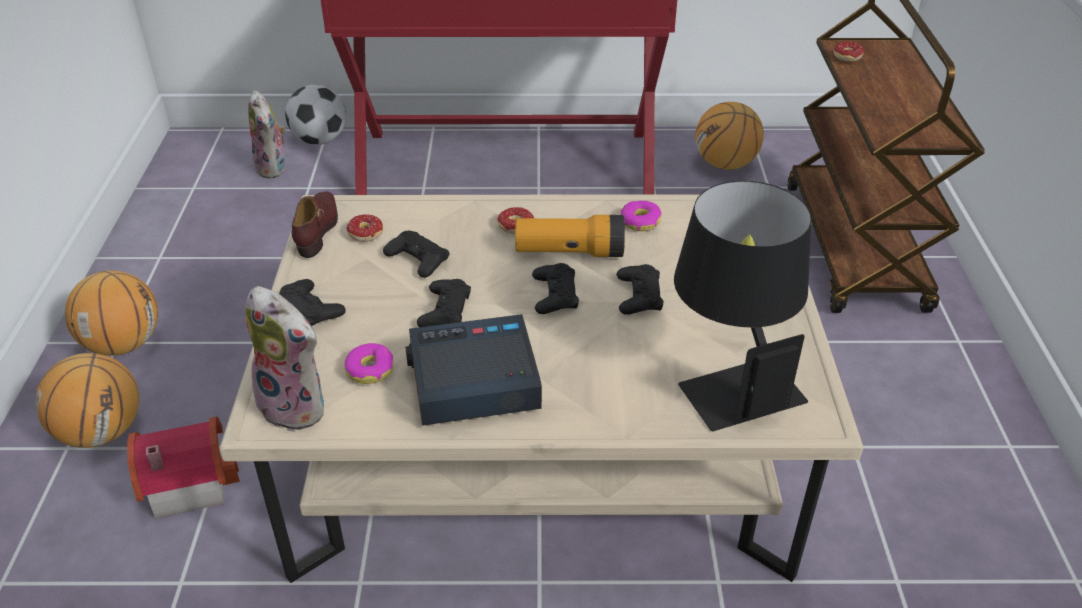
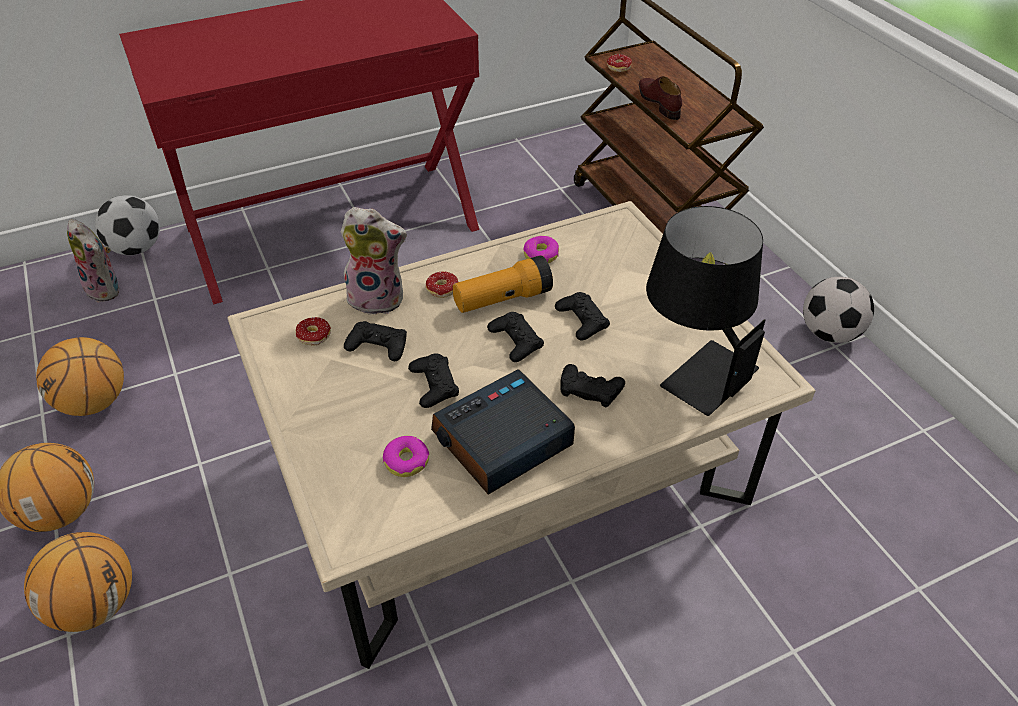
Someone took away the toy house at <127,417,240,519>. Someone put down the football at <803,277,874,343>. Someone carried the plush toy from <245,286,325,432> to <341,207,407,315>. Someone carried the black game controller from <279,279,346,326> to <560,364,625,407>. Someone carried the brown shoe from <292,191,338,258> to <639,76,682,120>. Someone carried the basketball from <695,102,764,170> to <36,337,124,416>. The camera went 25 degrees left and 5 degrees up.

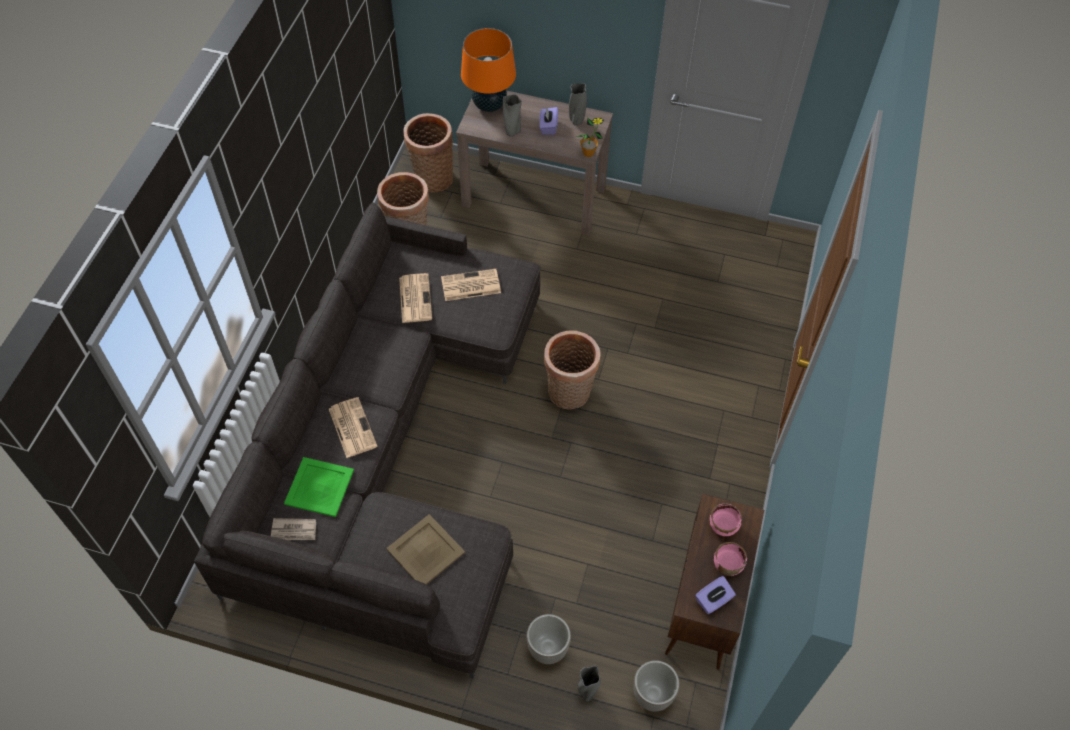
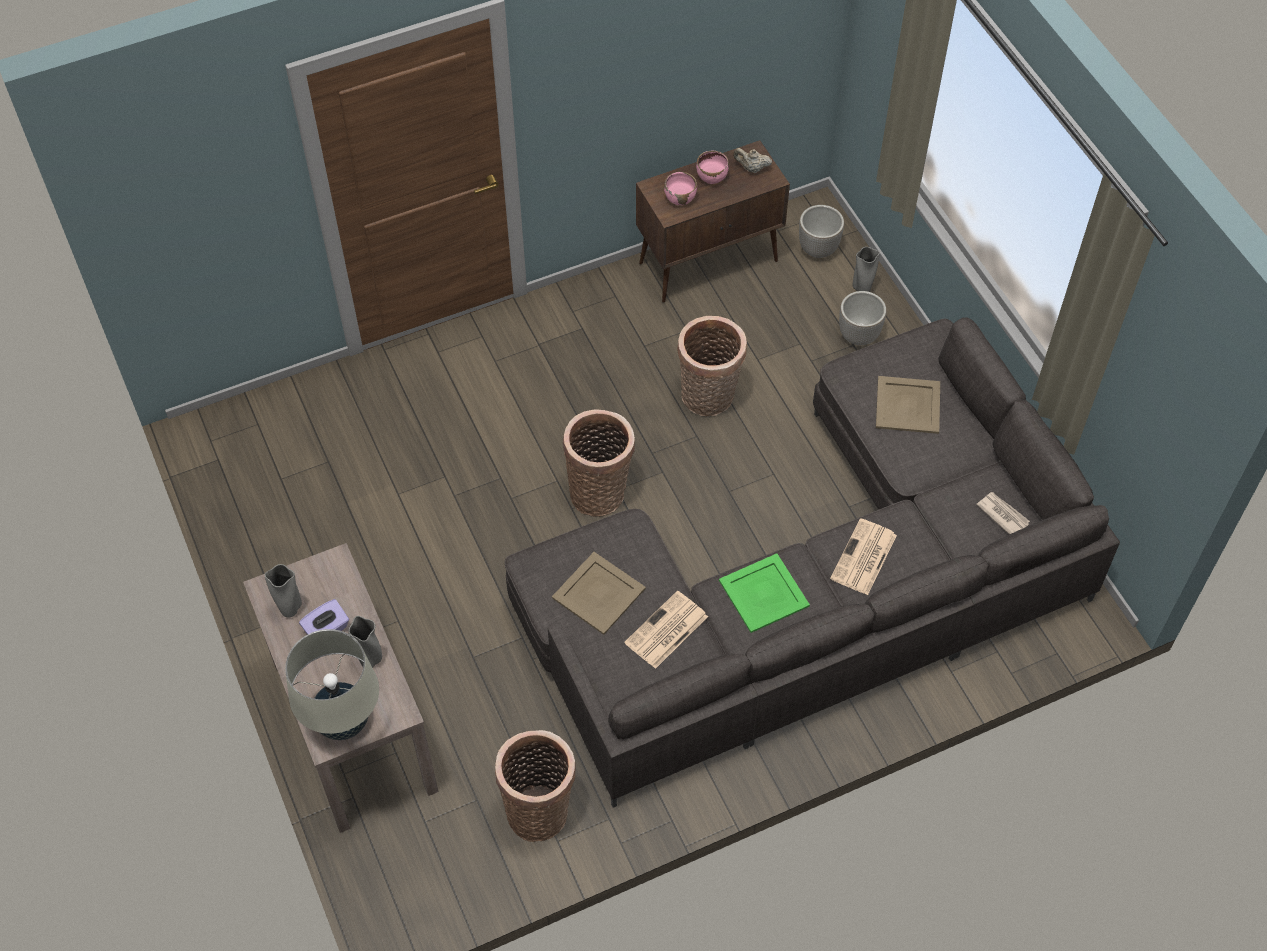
Someone took away the potted plant at <576,118,604,157>. Someone carried the green tray from <284,457,354,517> to <719,553,810,633>. Someone carried the basket from <403,113,453,192> to <677,316,747,416>. Someone swapped the newspaper at <441,269,501,301> for the beige tray at <552,552,646,635>. Someone swapped the purple tissue box at <695,576,736,614> for the beige teapot at <733,148,772,173>. Someone repainted the orange table lamp at <461,28,516,112>, which became the beige table lamp at <285,629,379,740>. The camera went 130 degrees left and 0 degrees up.

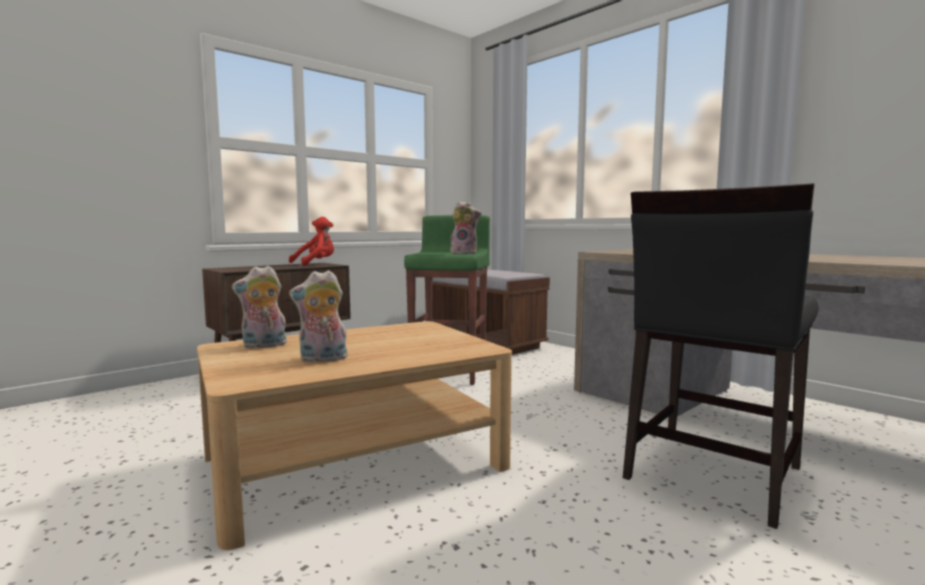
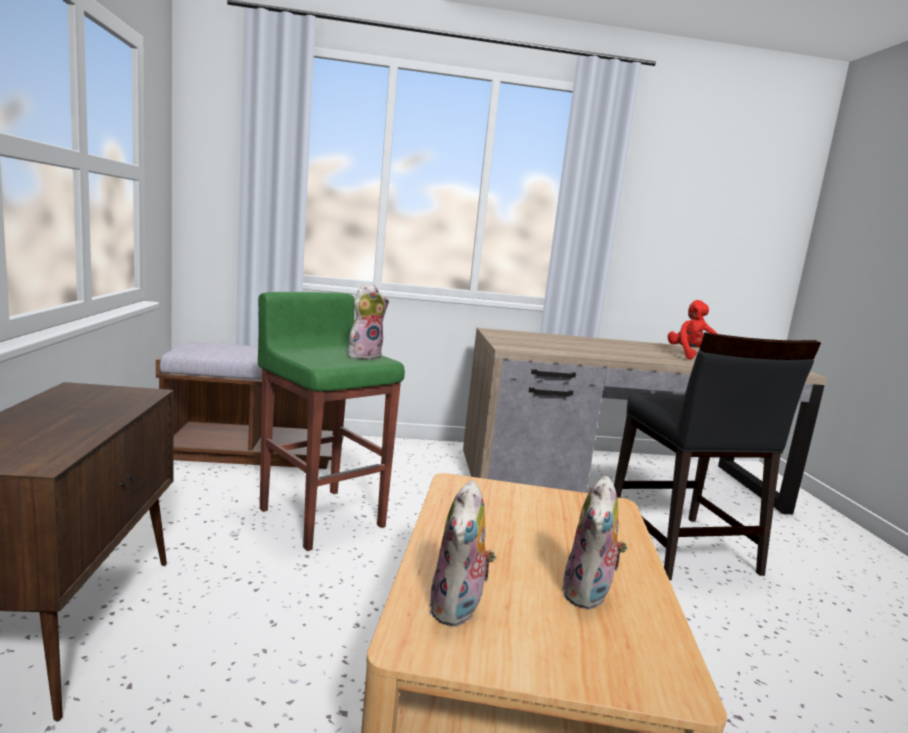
Someone carried the red plush toy from <289,217,334,266> to <668,300,717,360>. The camera went 55 degrees left and 5 degrees up.

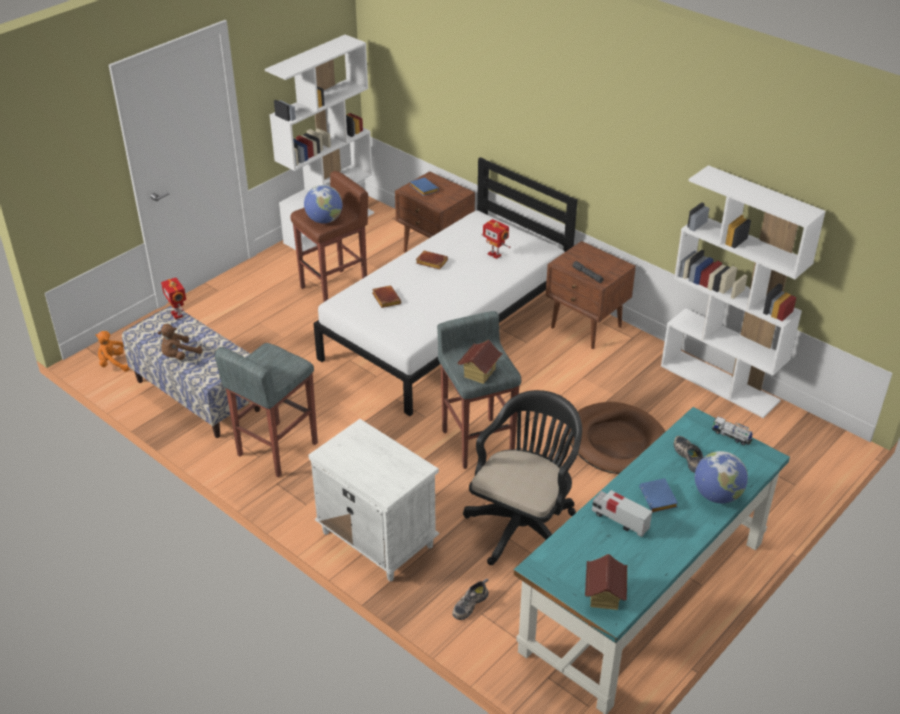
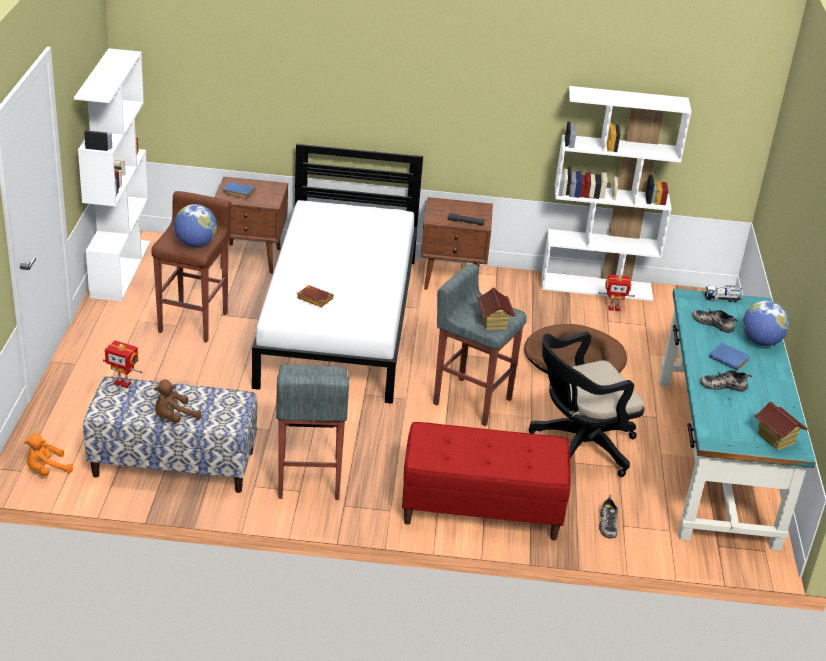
Someone took away the brown book at <416,251,448,269>. Someone carried the toy robot from <481,219,510,259> to <598,275,635,311>. Someone swapped the white nightstand at <308,419,440,581> for the red bench at <402,422,571,540>. Someone swapped the toy truck at <592,490,652,537> for the shoe at <701,370,752,392>. Someone rotated the brown plush toy at <158,324,202,360> by 45 degrees clockwise. Someone rotated the black office chair at <463,390,582,565> by 105 degrees counterclockwise. The camera went 40 degrees left and 5 degrees down.

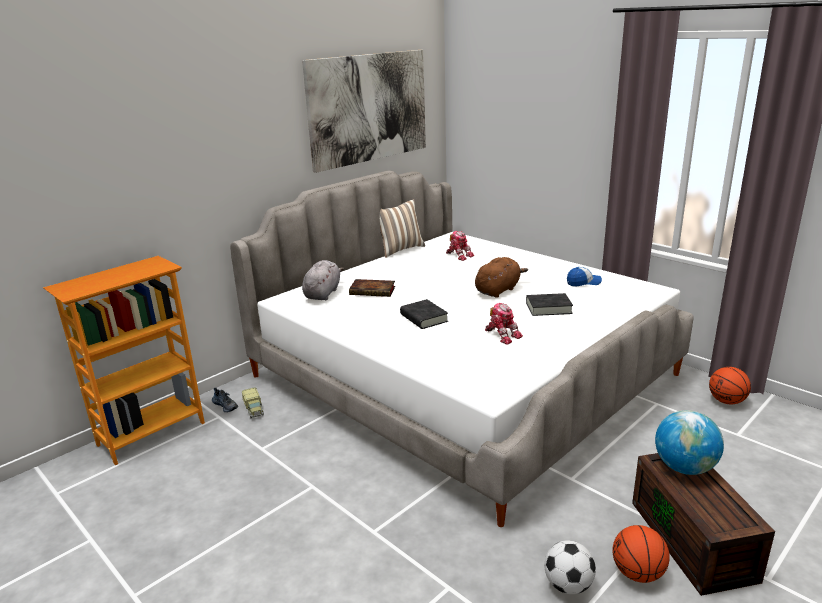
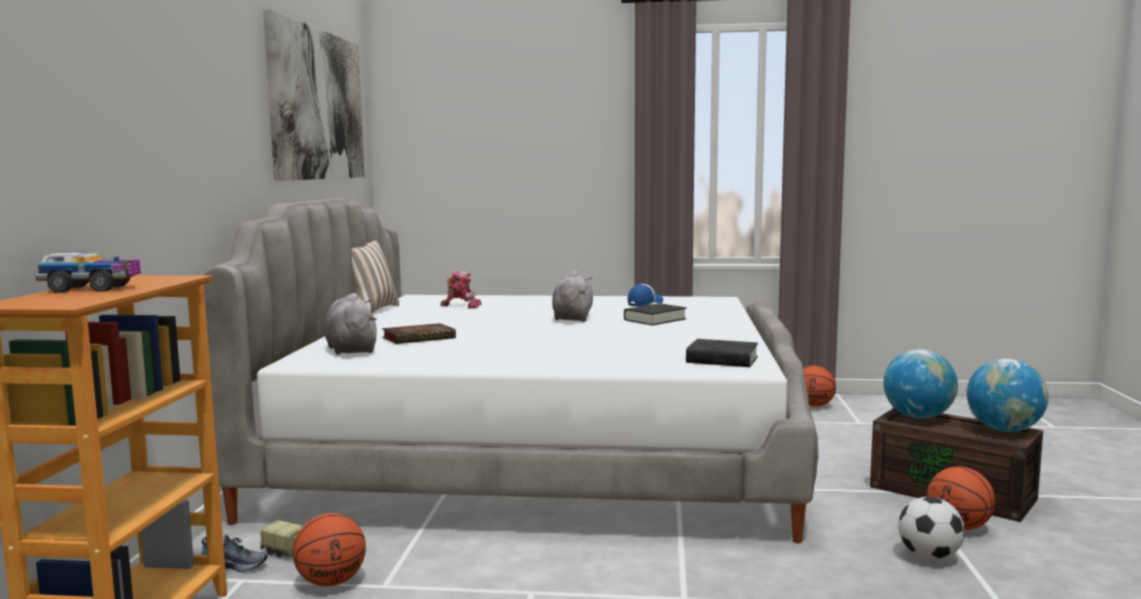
Someone took away the toy robot at <485,303,523,345>. Someone put down the toy truck at <35,253,141,292>. Someone put down the basketball at <293,513,366,587>. Someone put down the globe at <967,359,1049,432>. Someone carried the black book from <400,299,448,329> to <686,339,758,367>. Someone repainted the brown plush toy at <475,257,528,298>, which became the grey plush toy at <552,271,593,322>. The camera went 40 degrees left and 15 degrees down.

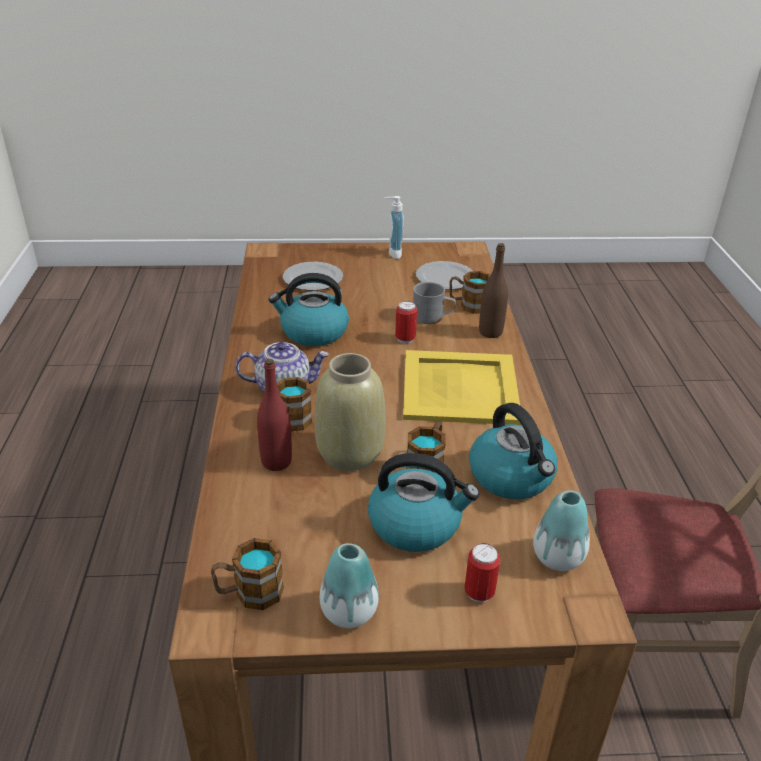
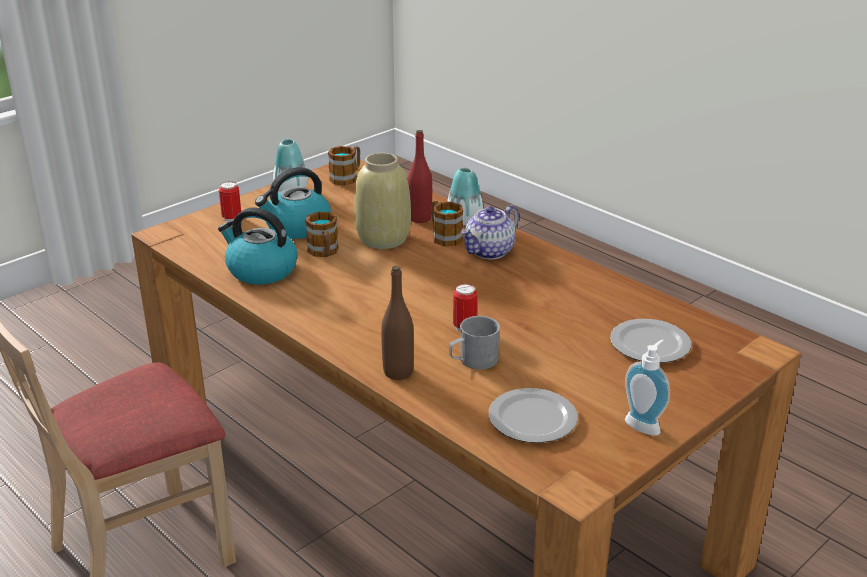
Someone took away the kettle at <269,273,349,346>. Someone took away the yellow tray at <403,350,522,425>. Someone took away the mug at <449,271,490,314>. Someone carried the vase from <533,490,590,571> to <447,168,483,225>. The camera went 140 degrees right and 5 degrees down.

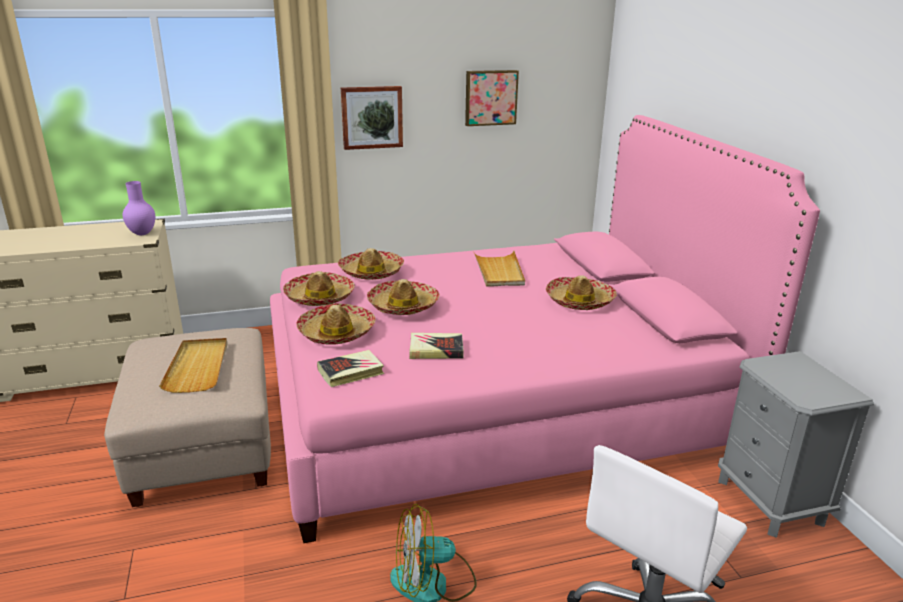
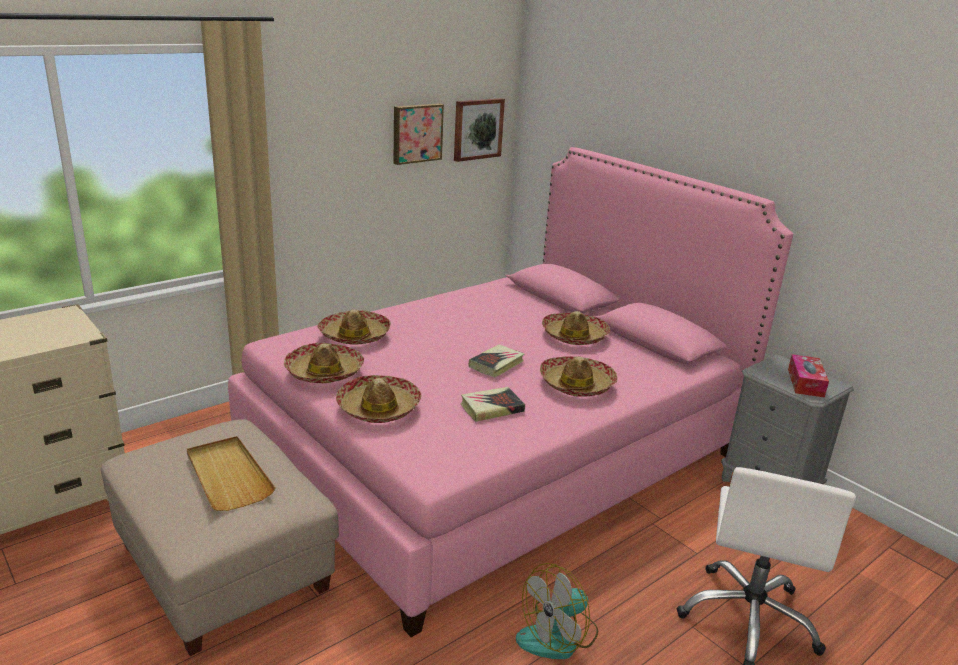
Someone took away the purple vase at <122,181,155,235>. Someone took away the beige tray at <474,251,525,287>. Someone put down the tissue box at <788,354,829,398>. Someone carried the book from <317,350,384,387> to <469,344,524,377>. Someone carried the picture from <341,86,403,150> to <454,98,505,162>. Someone carried the hat from <367,279,440,315> to <540,356,618,397>. The camera went 25 degrees left and 0 degrees up.

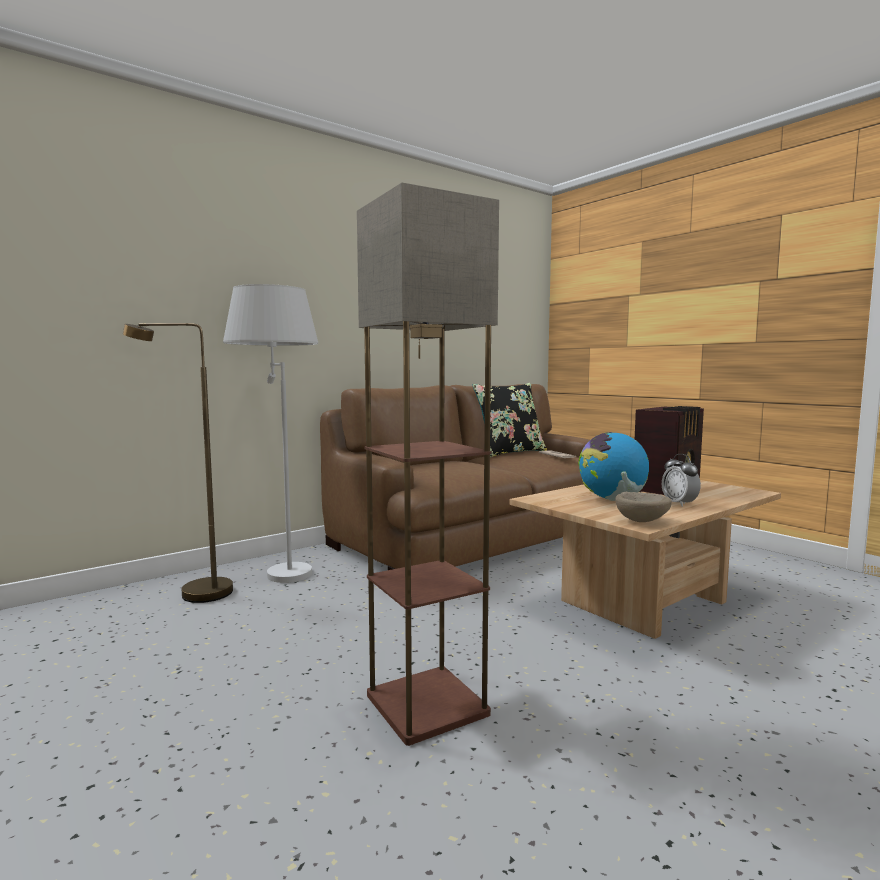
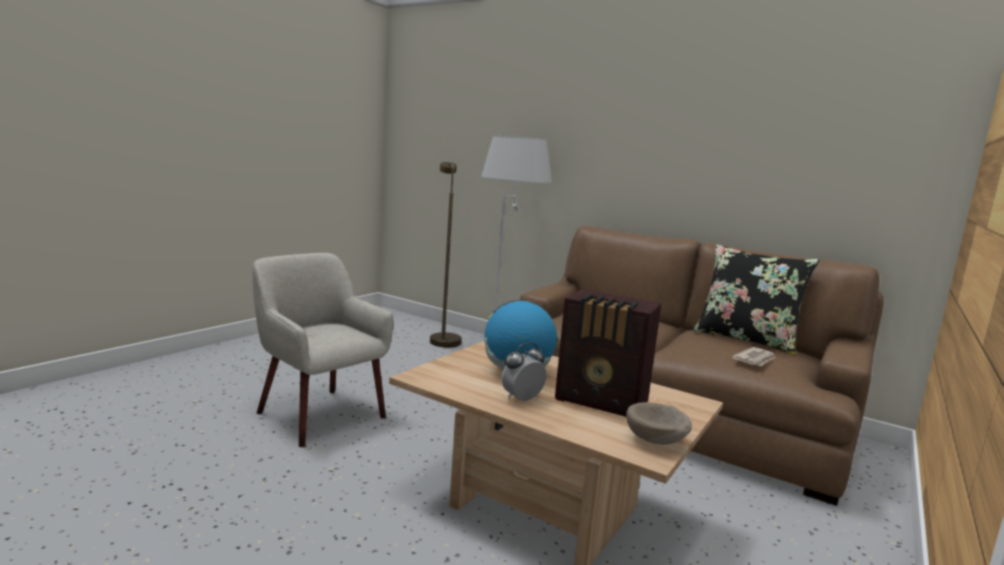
Someone carried the beige bowl from <615,492,672,522> to <626,402,692,445>. Someone swapped the floor lamp at <357,183,499,746> for the beige armchair at <253,253,394,447>. The camera went 70 degrees right and 5 degrees up.

